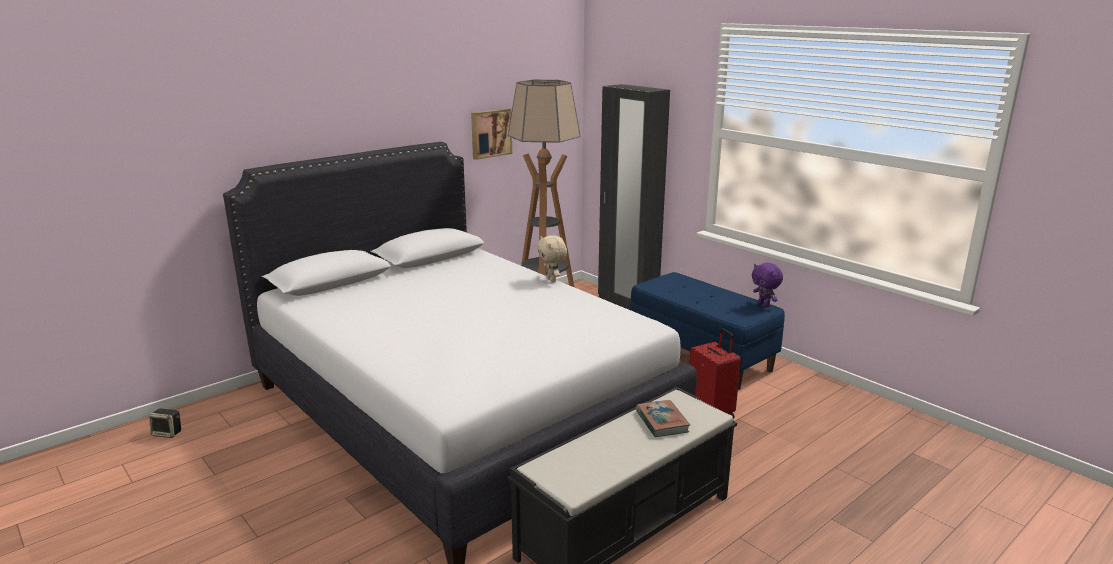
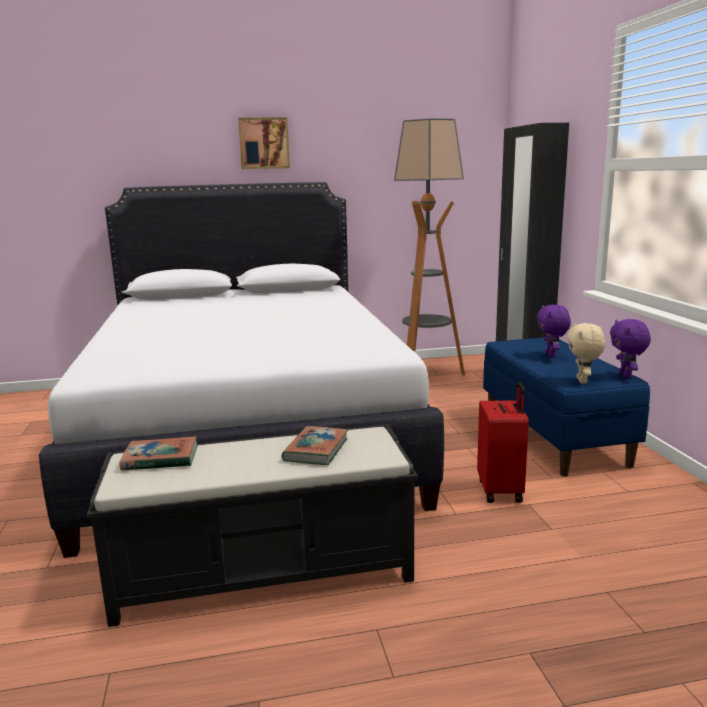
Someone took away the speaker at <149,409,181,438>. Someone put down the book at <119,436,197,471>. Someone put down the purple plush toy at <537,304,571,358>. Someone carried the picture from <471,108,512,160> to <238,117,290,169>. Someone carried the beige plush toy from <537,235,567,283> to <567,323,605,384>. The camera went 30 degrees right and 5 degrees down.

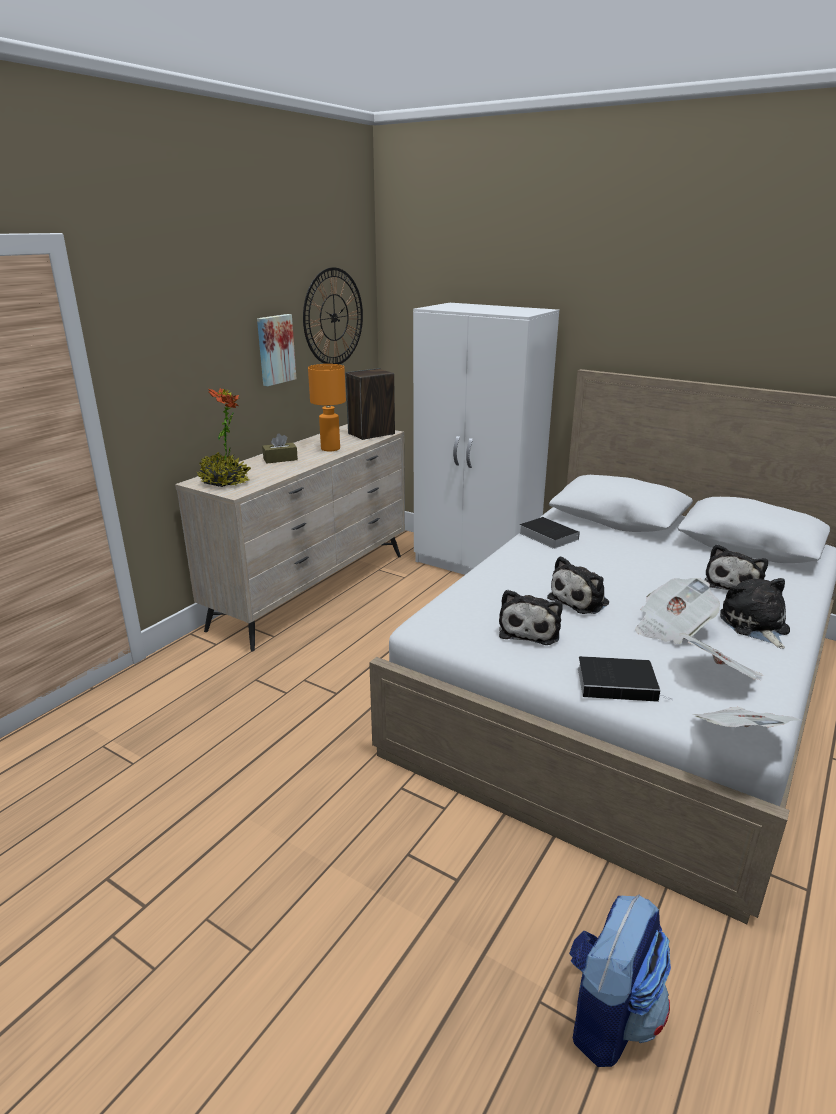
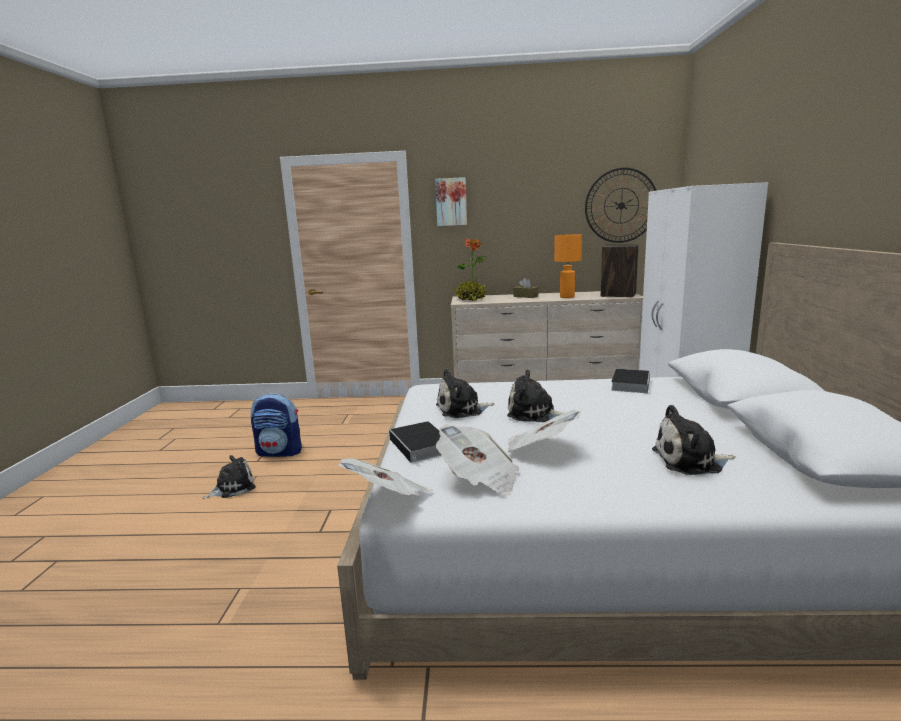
Someone carried the picture from <257,314,297,386> to <435,177,467,226>. Someone carried the backpack from <569,894,671,1067> to <251,393,302,457>. Someone carried the plush toy from <720,578,790,649> to <202,455,256,499>. The camera went 60 degrees right and 10 degrees down.

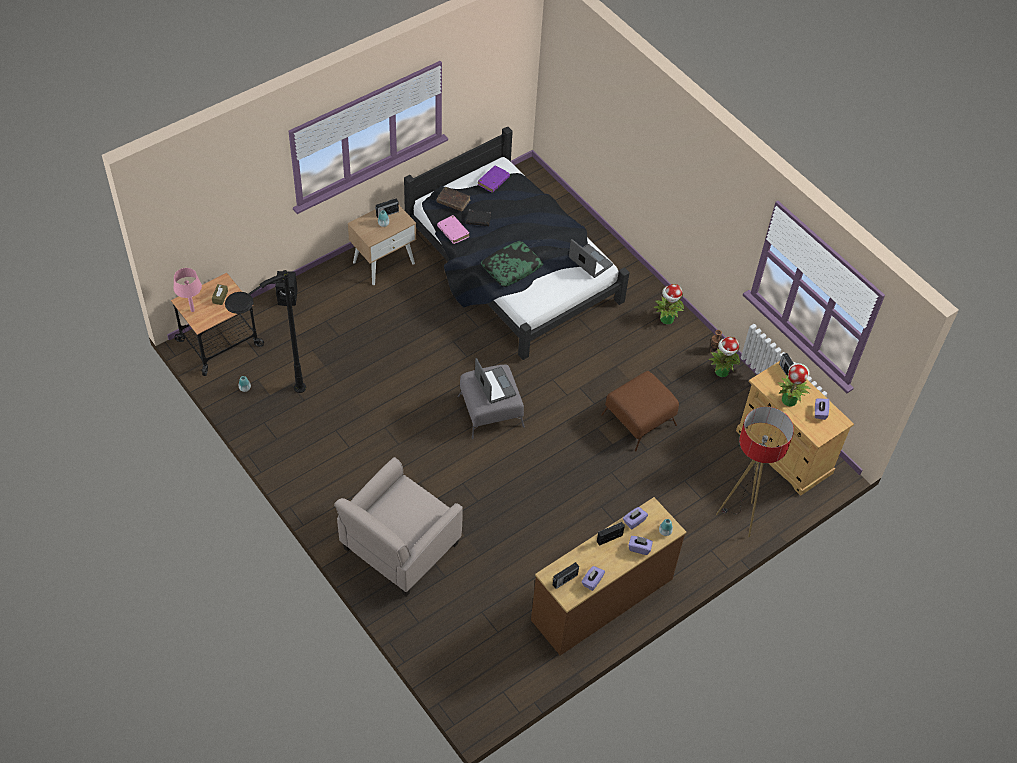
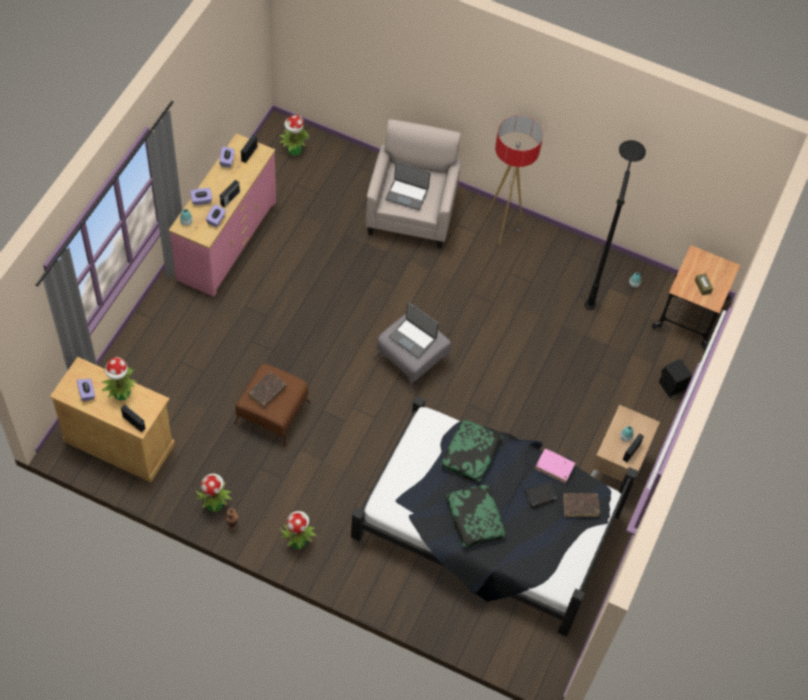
Someone took away the pink table lamp at <173,268,202,312>. Someone took away the purple book at <478,165,510,193>. Someone put down the brown book at <248,372,287,408>. Someone put down the potted plant at <279,115,310,156>. Someone put down the pillow at <446,484,506,547>. Someone carried the laptop from <569,239,613,278> to <385,161,430,210>. Someone carried the floor lamp from <716,407,794,537> to <486,115,543,245>. Someone repainted the brown dresser at <531,497,686,656>, which became the pink dresser at <169,133,276,297>. The camera went 150 degrees right and 5 degrees up.

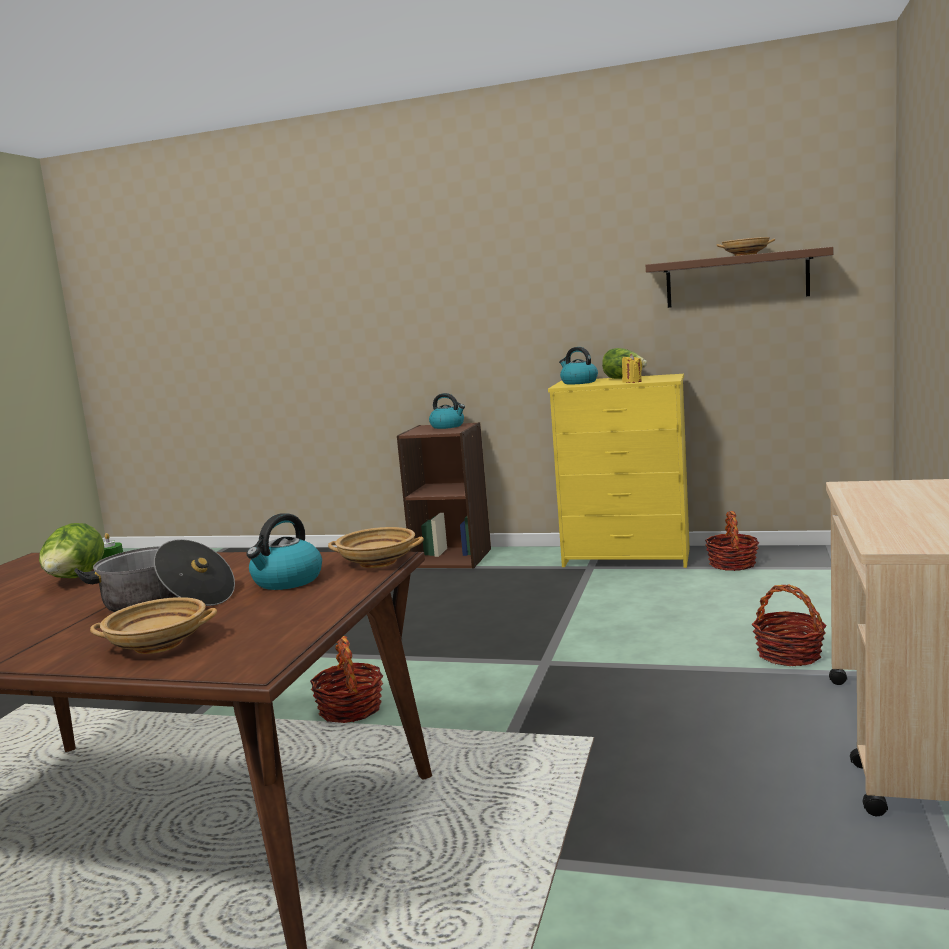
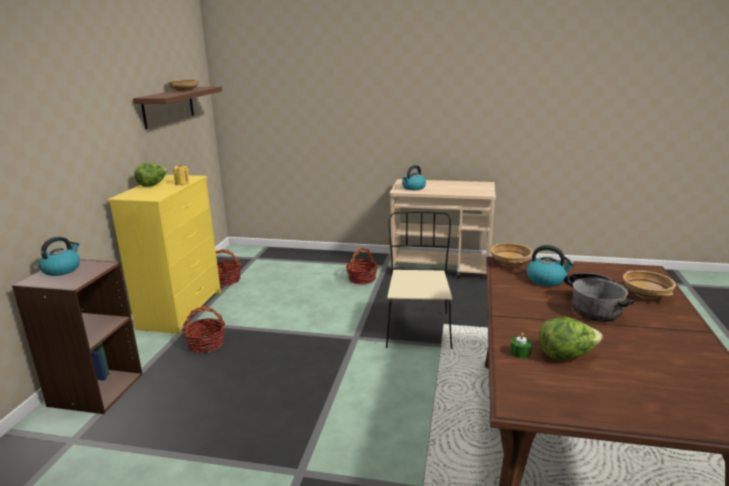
Someone put down the beige chair at <386,212,452,349>. Someone carried the basket from <310,636,383,723> to <182,306,225,353>. Someone carried the kettle from <559,347,598,384> to <402,165,426,190>. The camera went 95 degrees left and 10 degrees up.

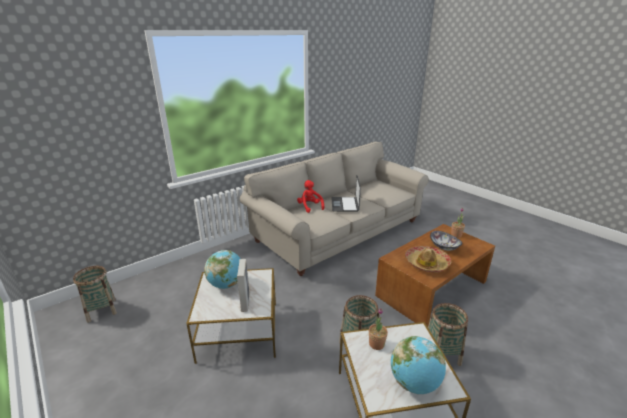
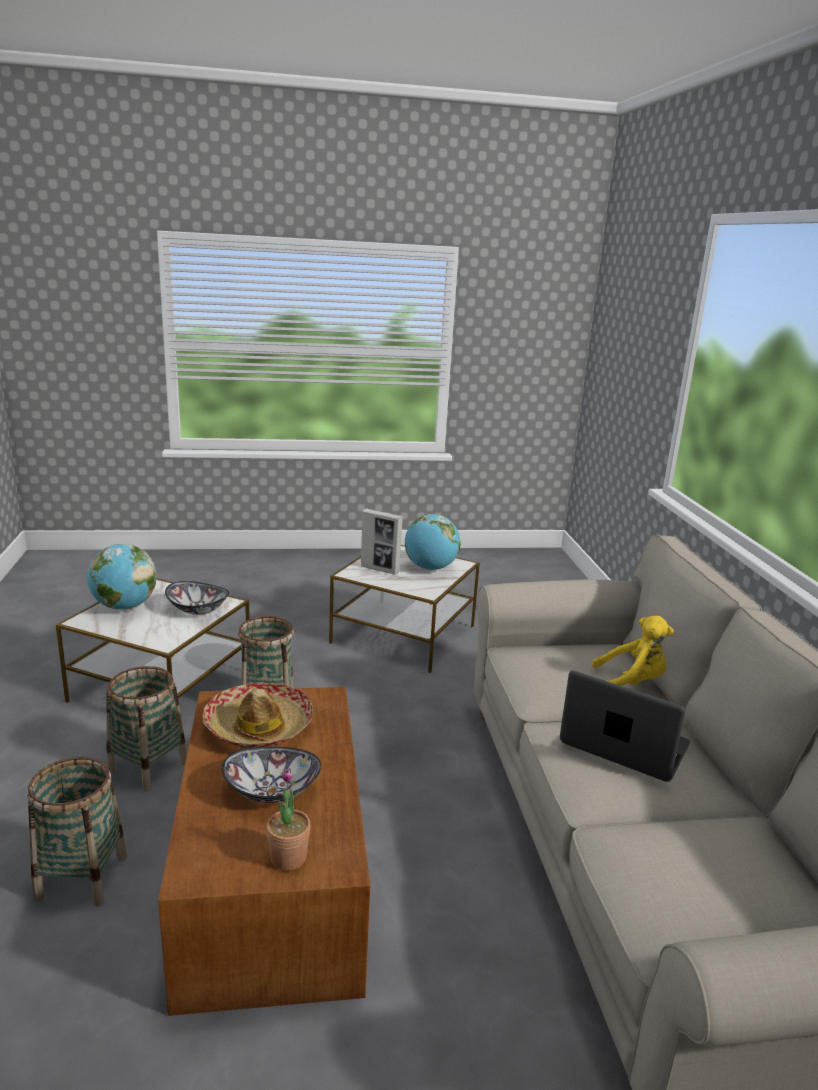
Someone carried the basket from <73,266,117,323> to <27,757,127,907>. Someone swapped the potted plant at <369,308,388,350> for the bowl at <165,581,229,615>. Someone repainted the red plush toy at <297,180,324,213>, which became the yellow plush toy at <592,616,674,686>. The camera went 120 degrees right and 5 degrees down.

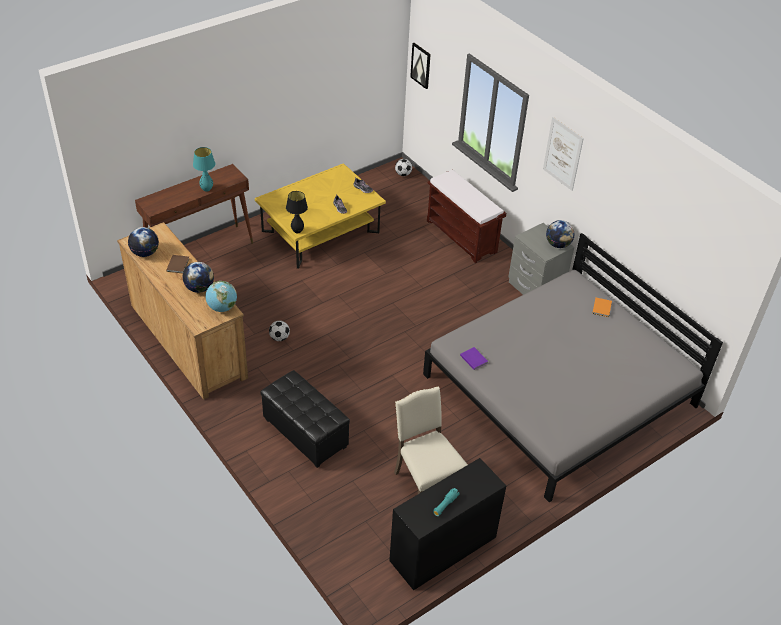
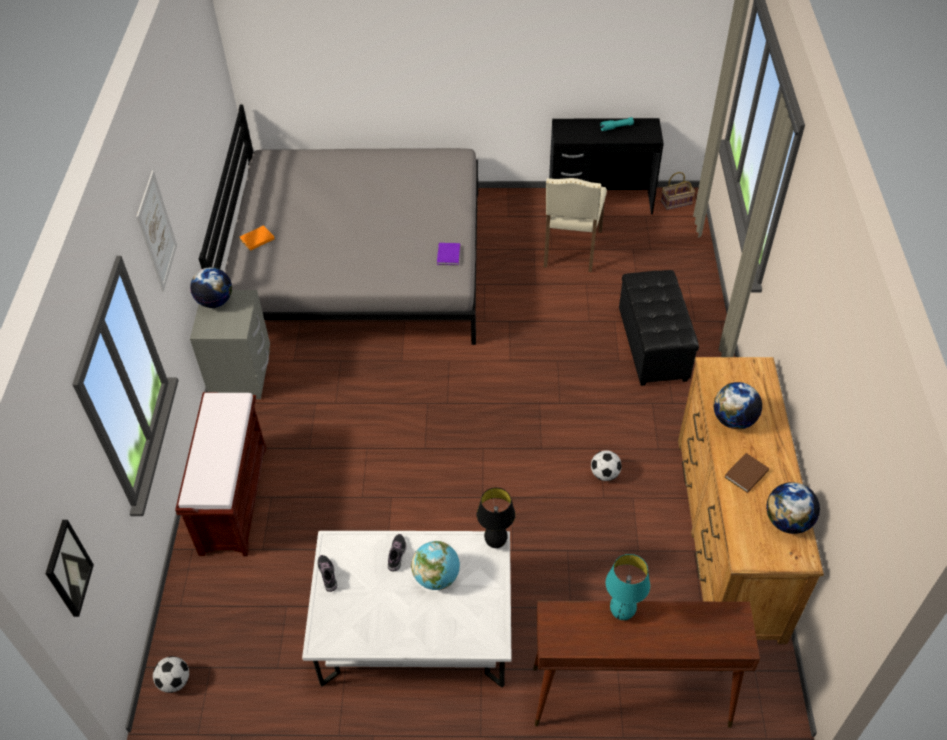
Someone put down the basket at <661,172,695,210>. Someone carried the globe from <206,281,237,312> to <411,541,460,590>. Someone repainted the yellow coffee table at <255,163,386,269>, which became the white coffee table at <302,531,511,688>. The camera went 140 degrees left and 5 degrees up.

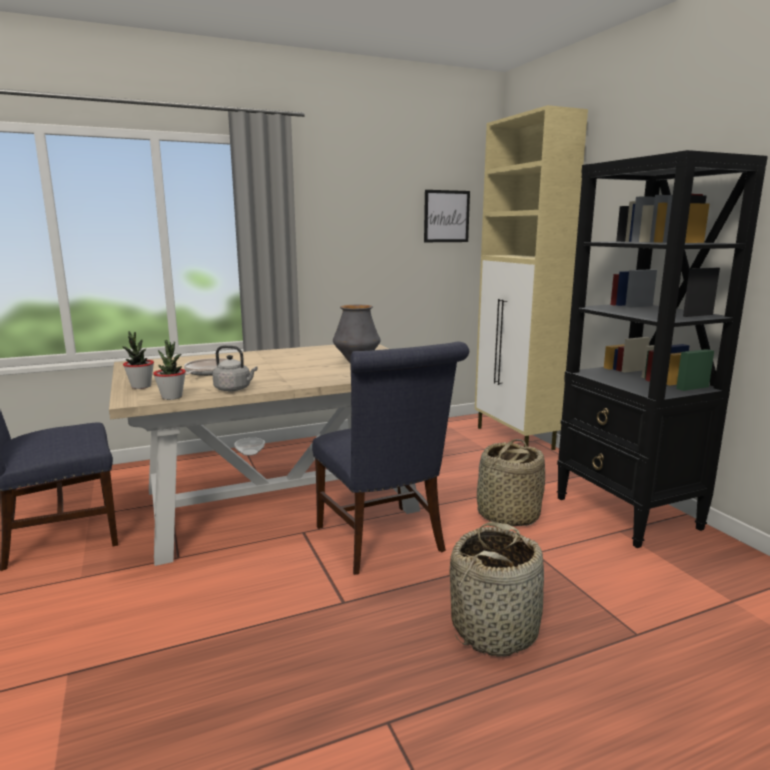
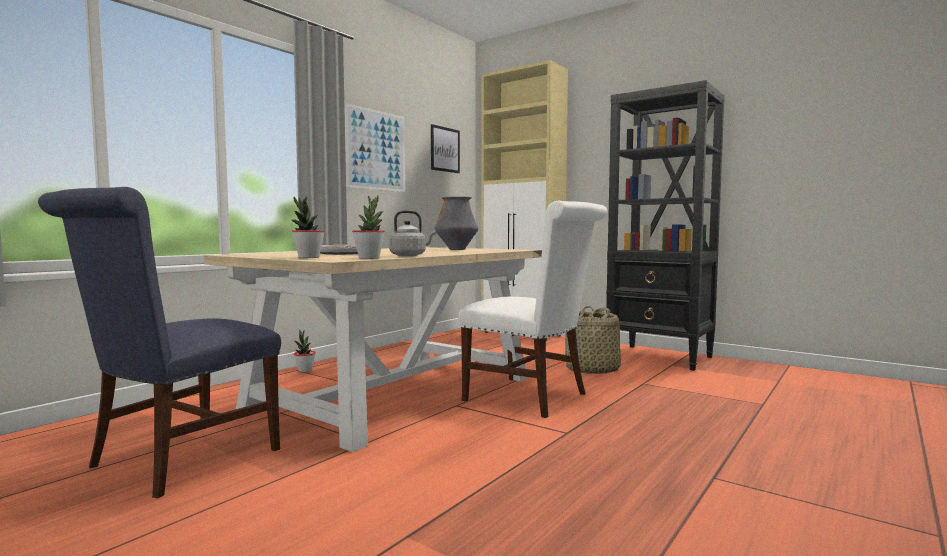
Someone took away the basket at <450,522,544,657>. Someone put up the picture at <344,103,405,192>. Someone swapped the bowl at <234,438,265,456> for the potted plant at <294,329,316,372>. Someone repainted the blue chair at <312,342,469,575>, which became the white chair at <458,201,607,418>. The camera went 30 degrees left and 10 degrees down.

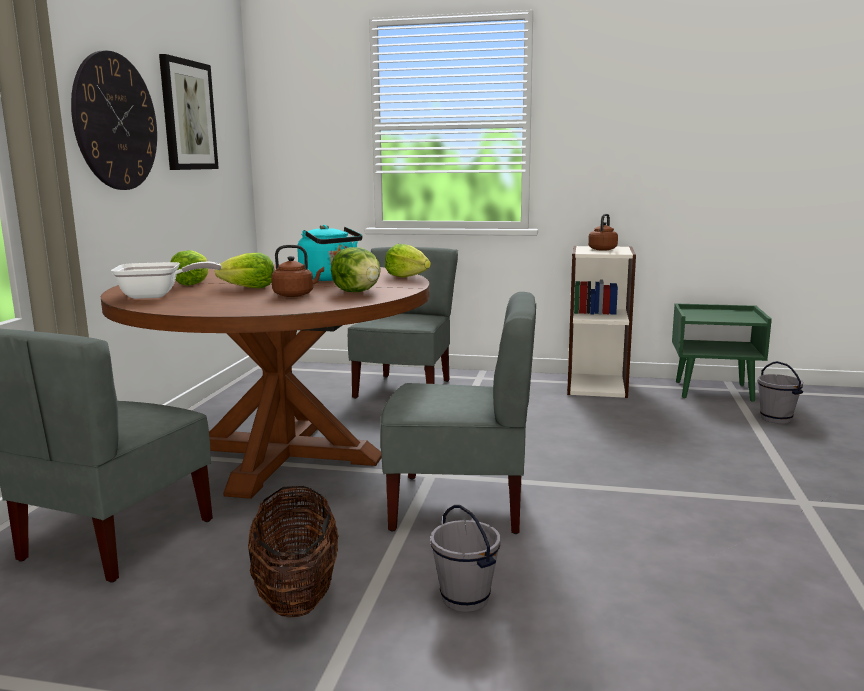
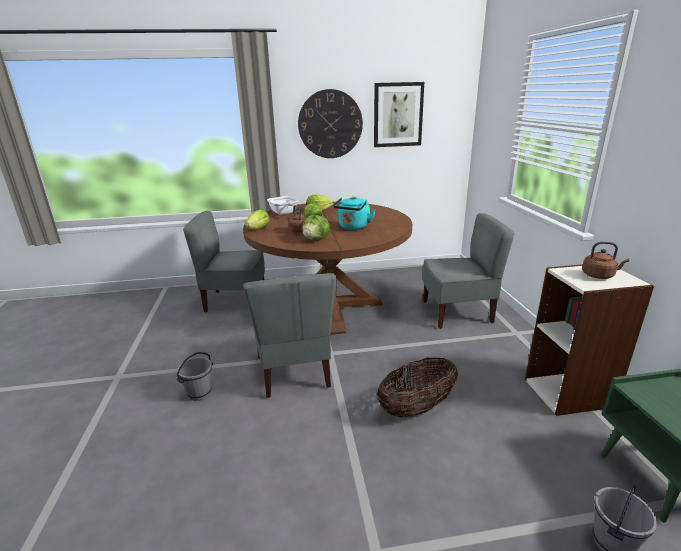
Someone carried the basket from <248,485,339,618> to <377,357,458,417>. Someone carried the lettuce from <385,244,431,278> to <245,209,270,229>. The camera went 70 degrees right and 10 degrees up.

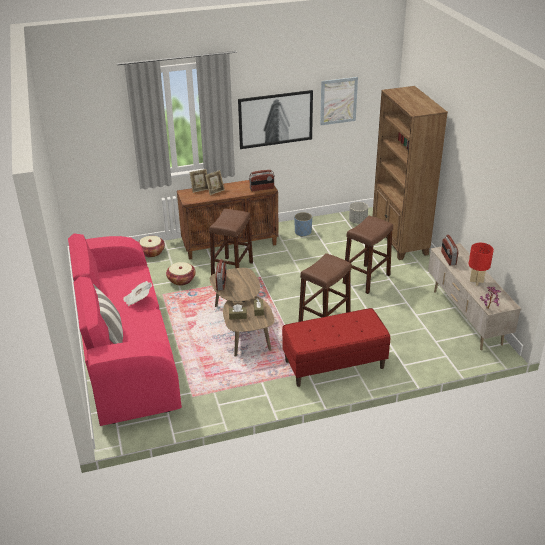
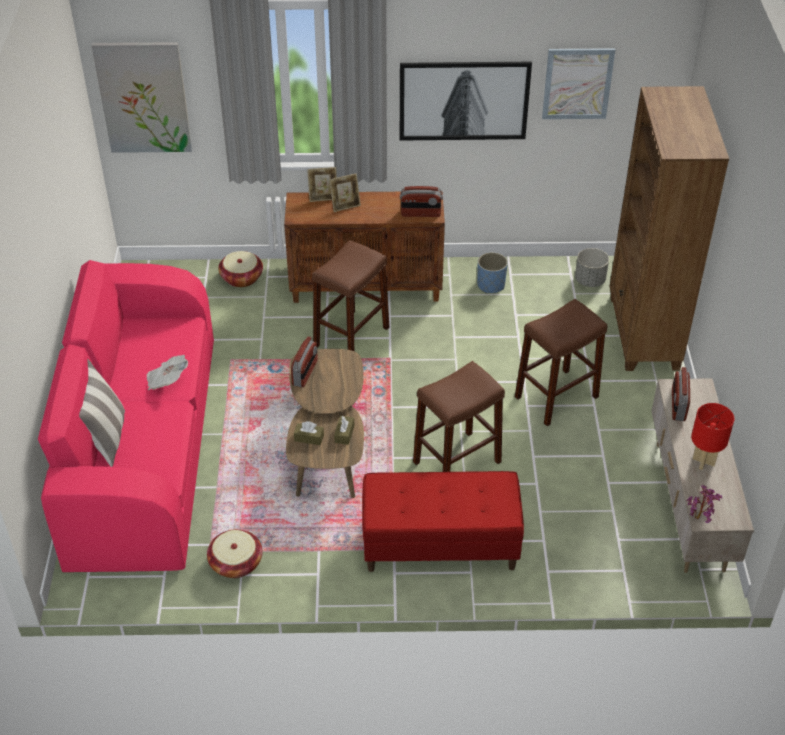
Someone put up the picture at <91,42,192,153>. Someone carried the basket from <166,262,196,286> to <207,529,263,578>. The camera went 15 degrees right and 10 degrees up.

